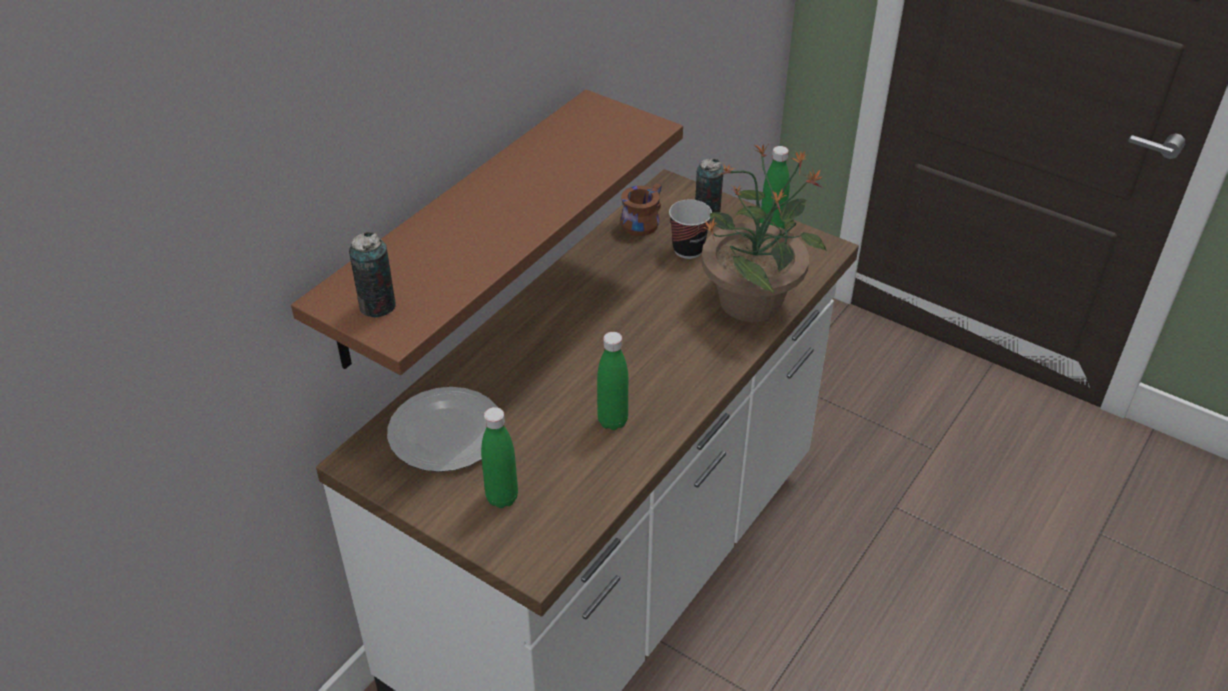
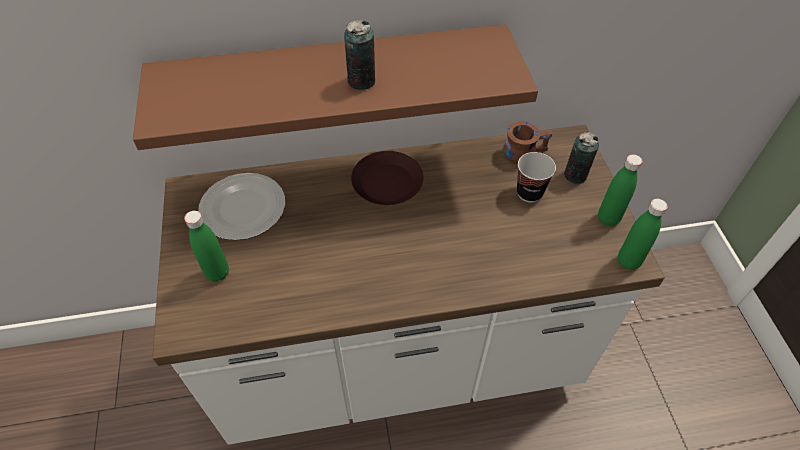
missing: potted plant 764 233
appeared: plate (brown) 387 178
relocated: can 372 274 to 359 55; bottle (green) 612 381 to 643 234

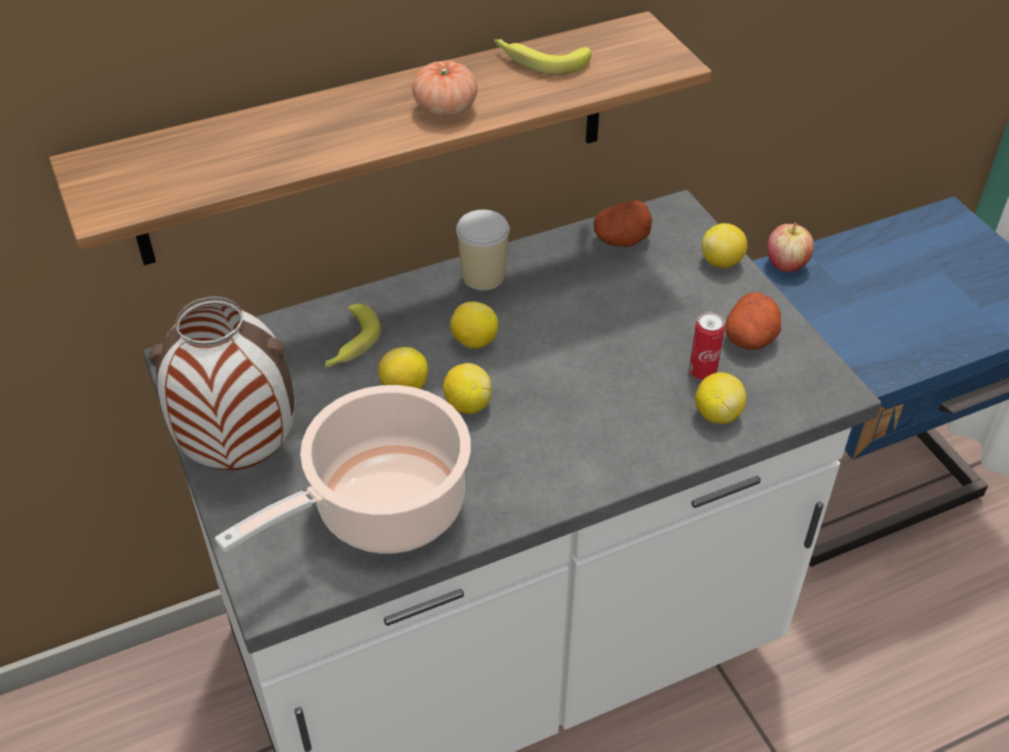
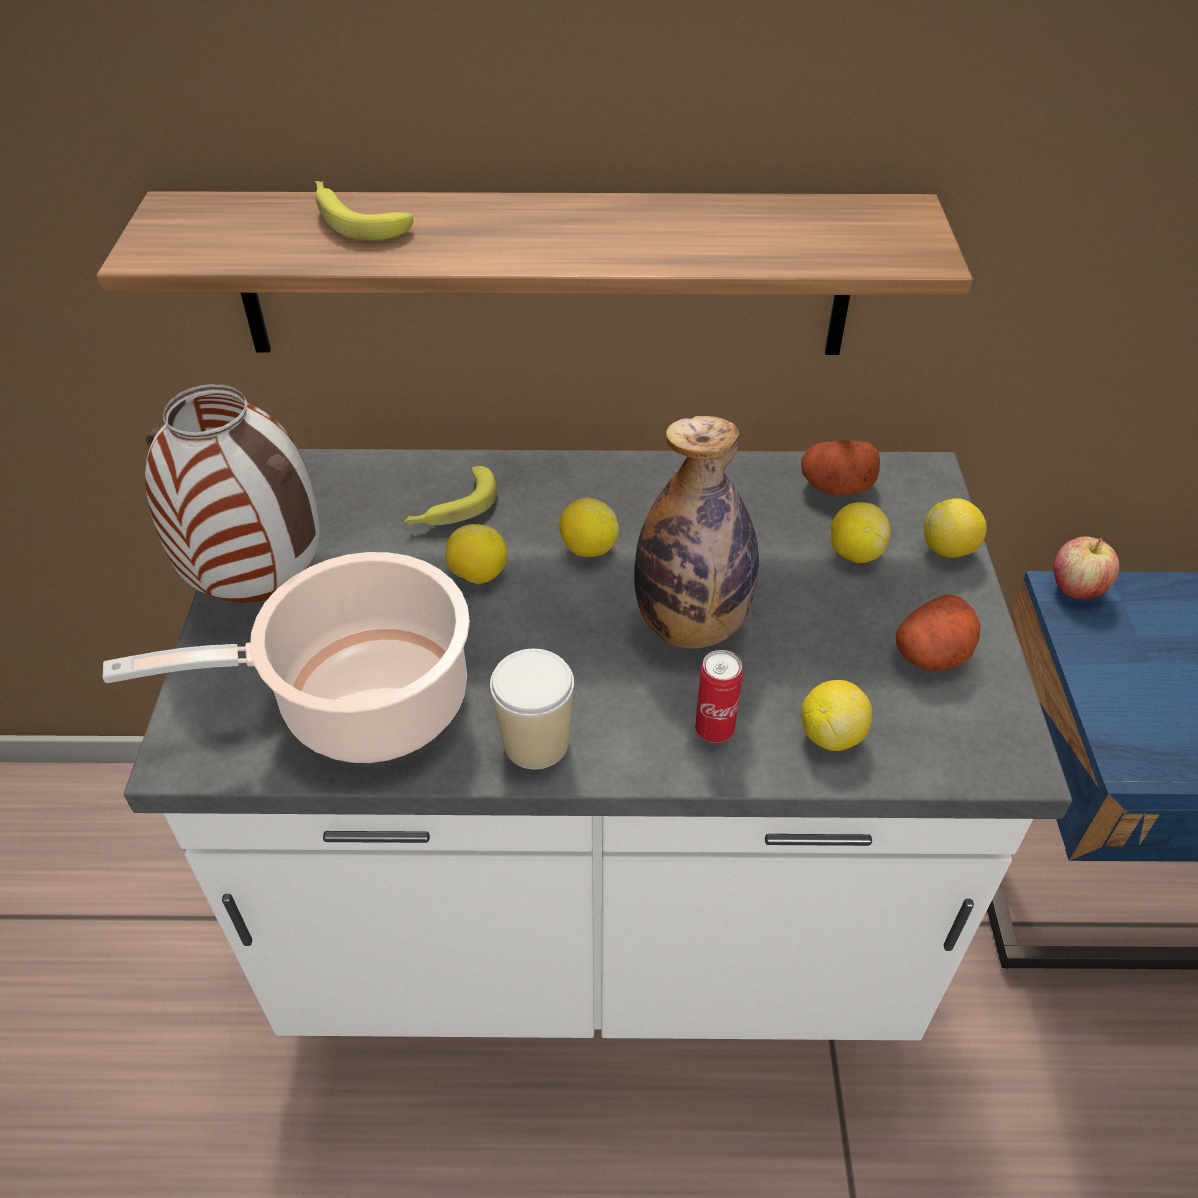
missing: tomato 445 89
appeared: bottle 696 532
relocated: lemon 467 388 to 861 532; cup 482 250 to 532 709; banana 542 57 to 364 211; can 707 346 to 719 696

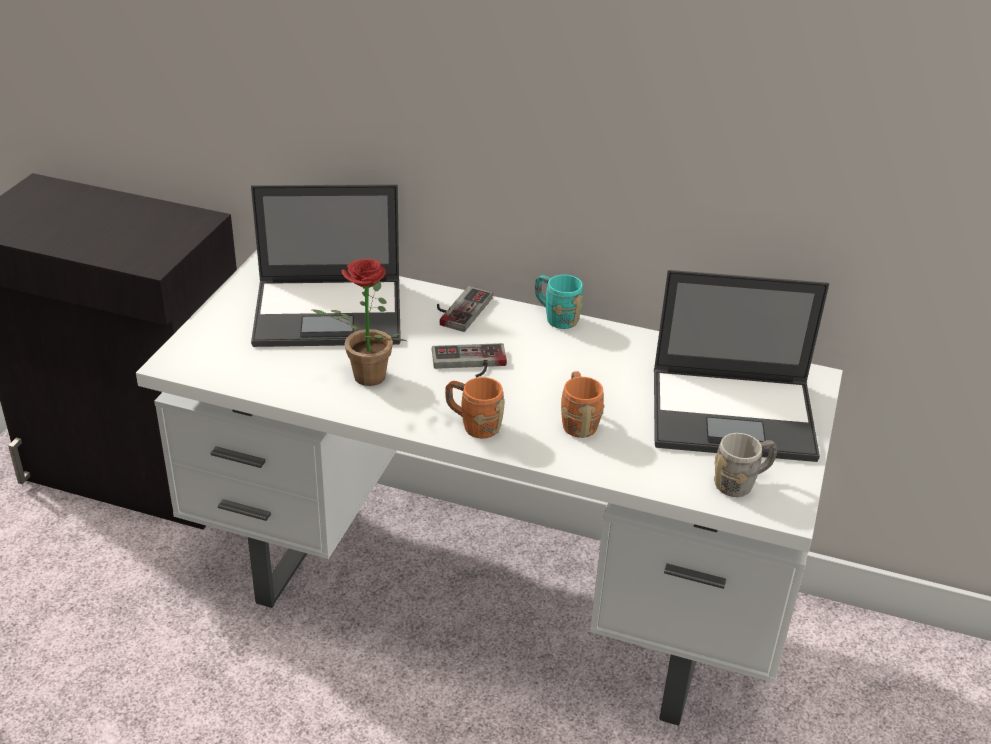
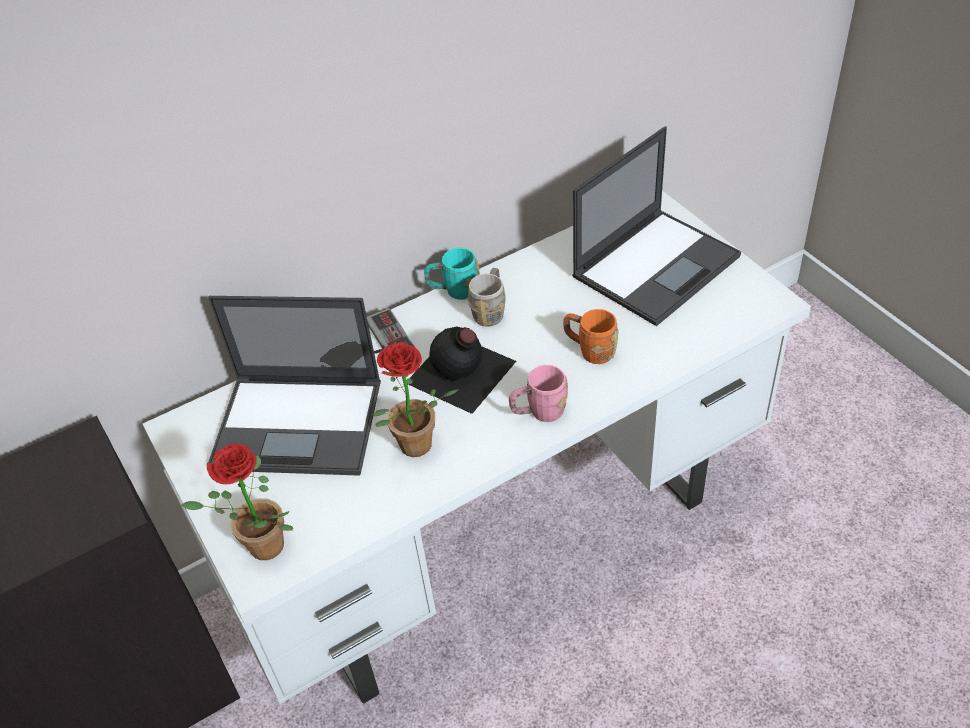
appeared: potted plant 237 502
relocated: mug (grey) 746 465 to 486 297
exchanged: game controller 469 360 to bottle (black) 461 370
colour: mug (orange) 475 408 to mug (pink) 538 393
spun: laptop 326 265 = 294 386 60 degrees clockwise

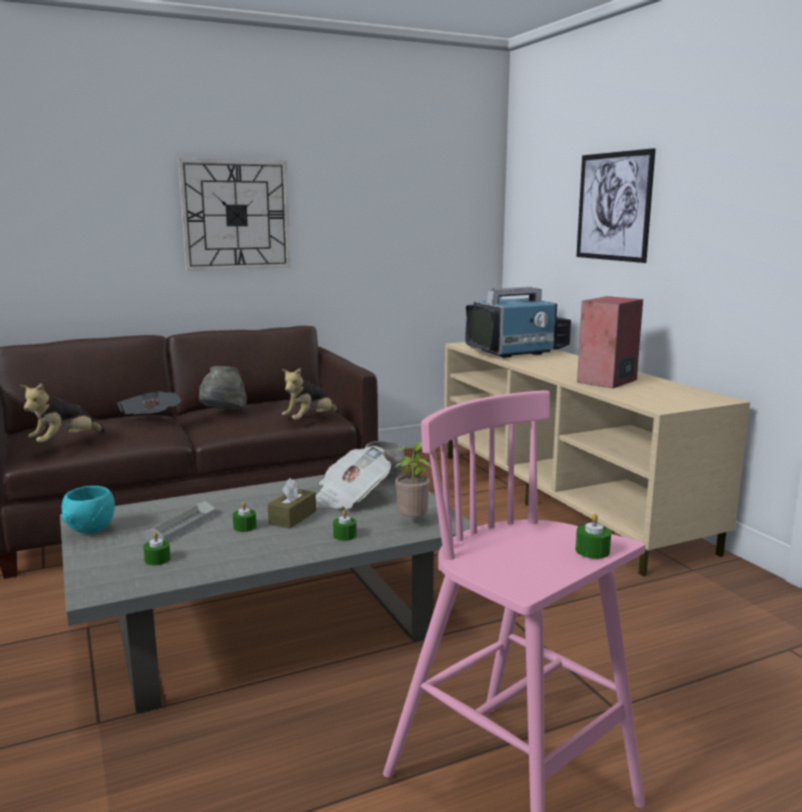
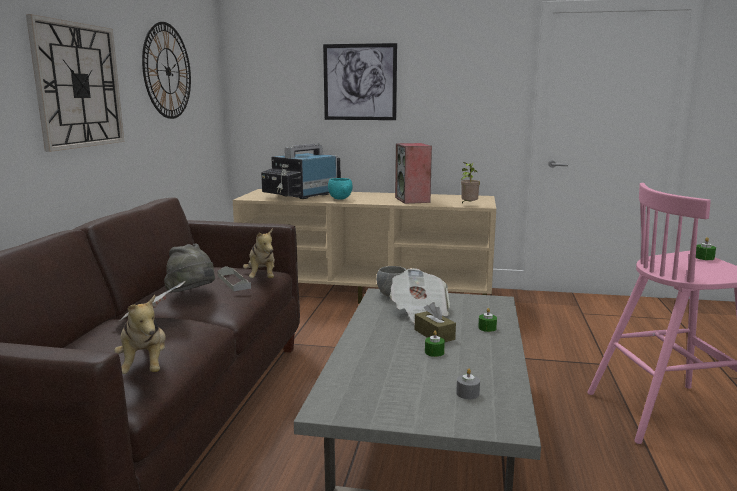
appeared: wall clock 166 70
relocated: bowl (turquoise) 88 510 to 340 189; tray (grey) 180 521 to 234 278; potted plant 412 479 to 470 182
colour: candle (green) 157 549 to candle (grey) 468 384
spun: television 518 322 = 301 171 150 degrees counterclockwise

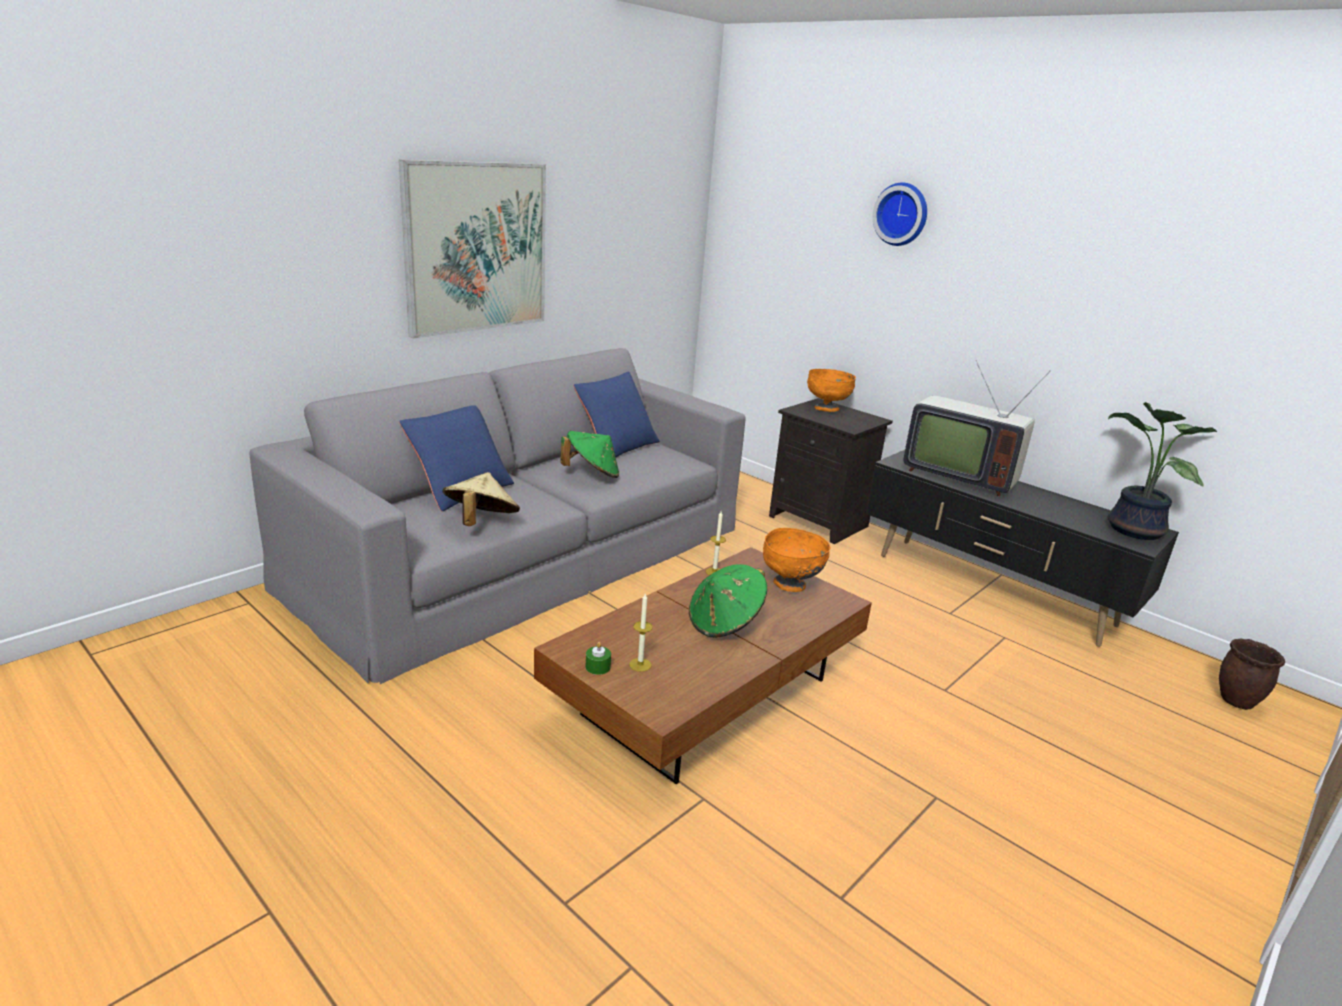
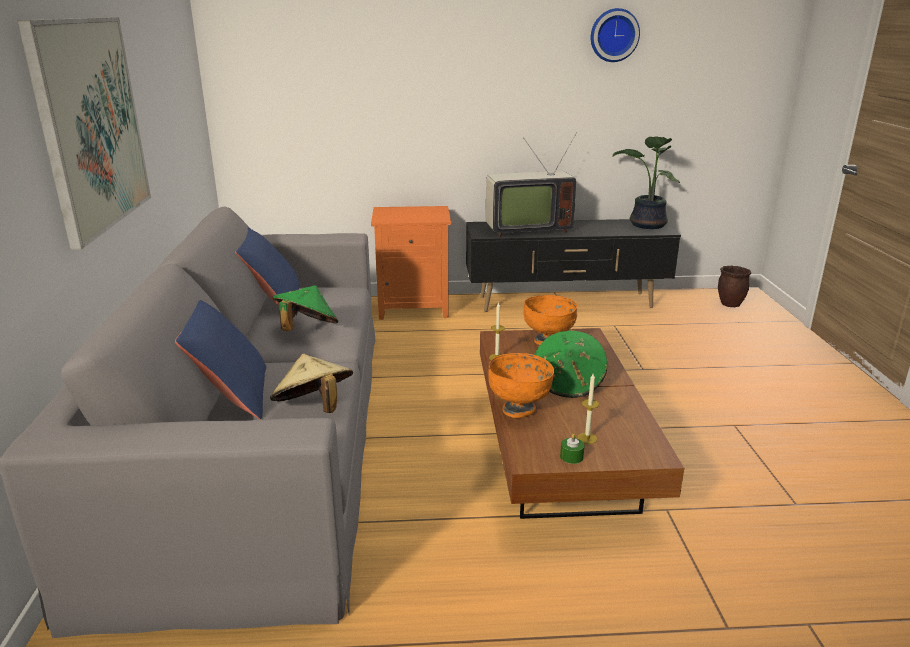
relocated: bowl (orange) 831 390 to 521 385; wall clock 899 214 to 615 35
colour: nightstand (black) 831 471 to nightstand (orange) 411 263

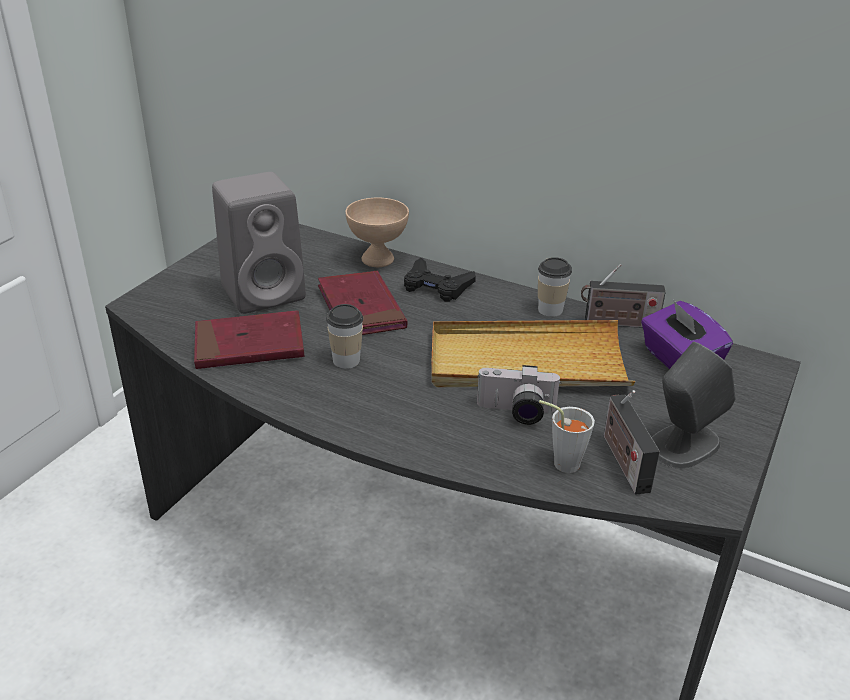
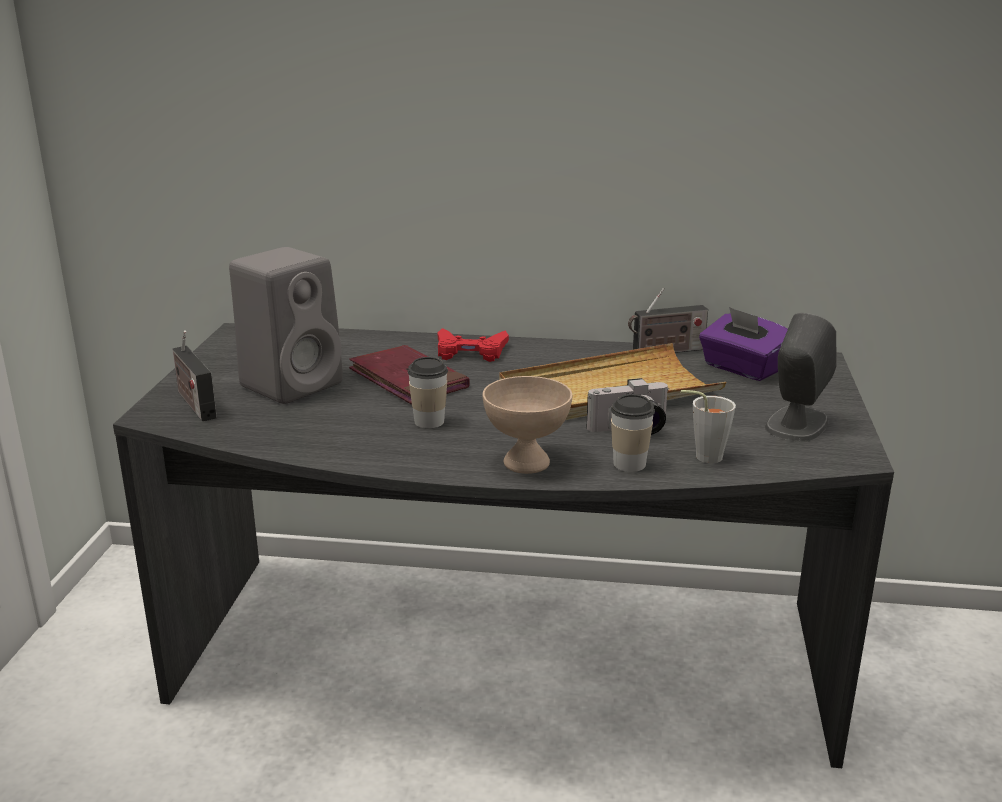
missing: book (red) 249 339
relocated: bowl (beige) 377 232 to 527 425; cup 555 287 to 633 433; radio 632 442 to 194 375
colour: game controller (black) 440 280 to game controller (red) 473 345

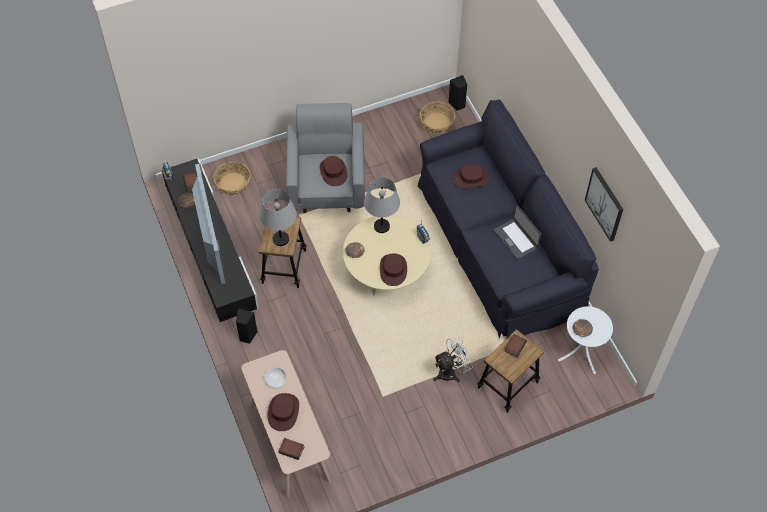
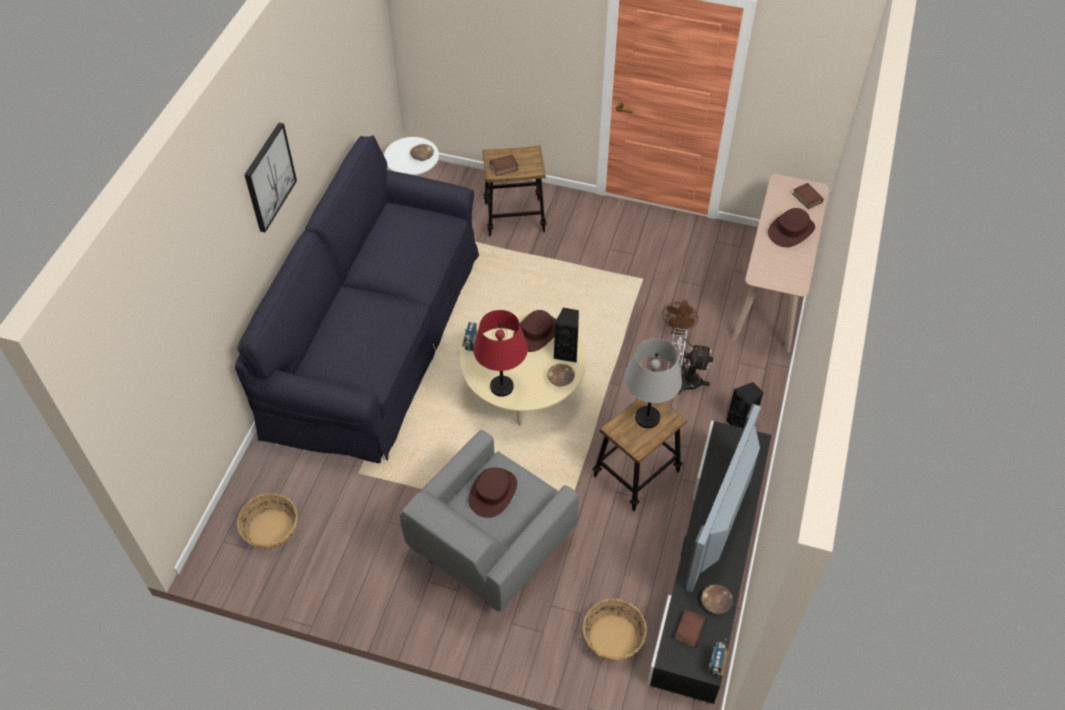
missing: bowl 275 377; hat (brown) 471 176; laptop 517 232
appeared: fan (brown) 680 318
relocated: fan (white) 453 359 to 690 361; speaker (black) 457 93 to 566 335; picture 604 204 to 270 177
colour: table lamp (grey) 382 205 to table lamp (red) 500 353

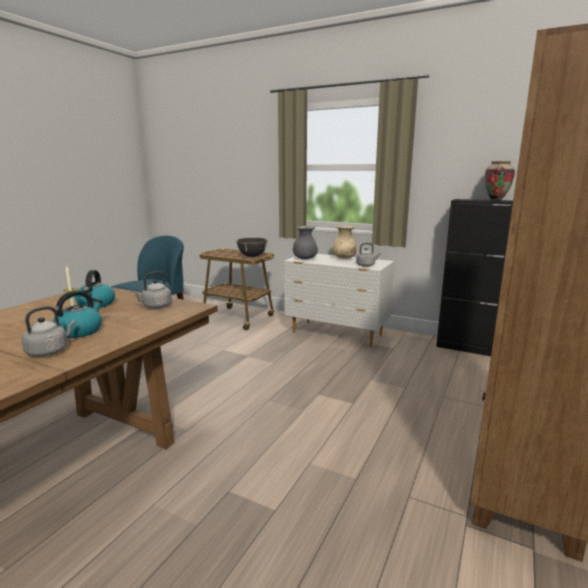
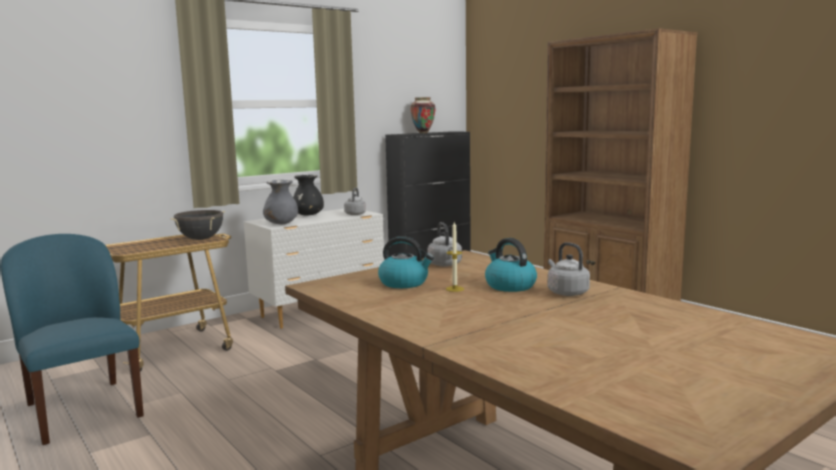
colour: vase (beige) 344 242 to vase (black) 308 195

